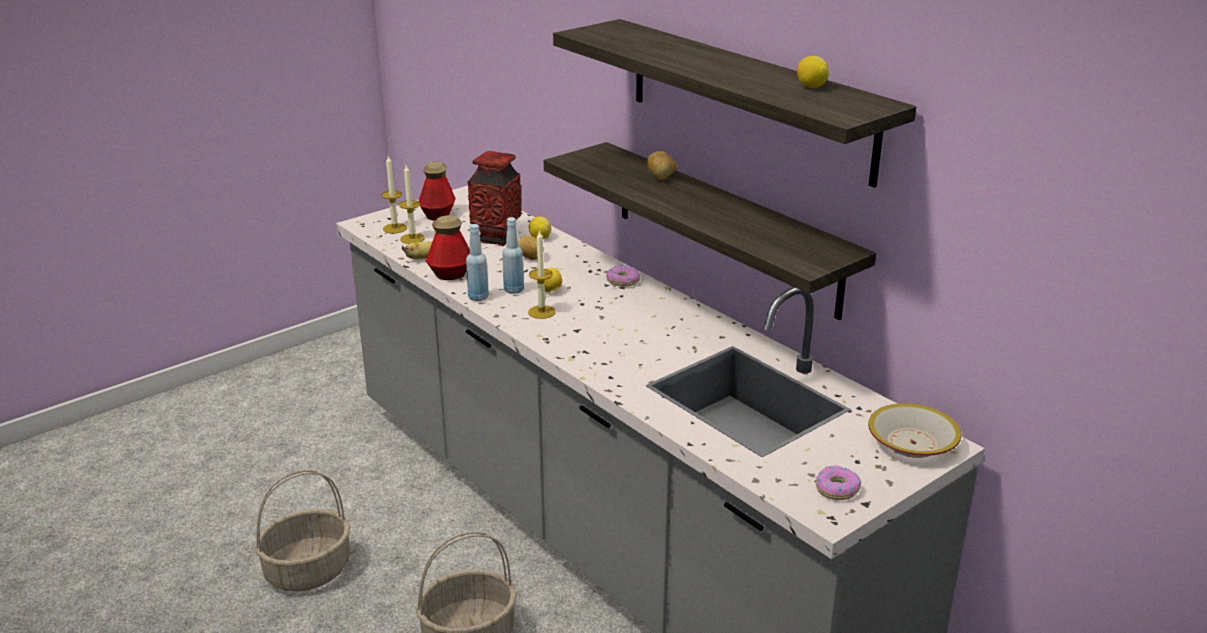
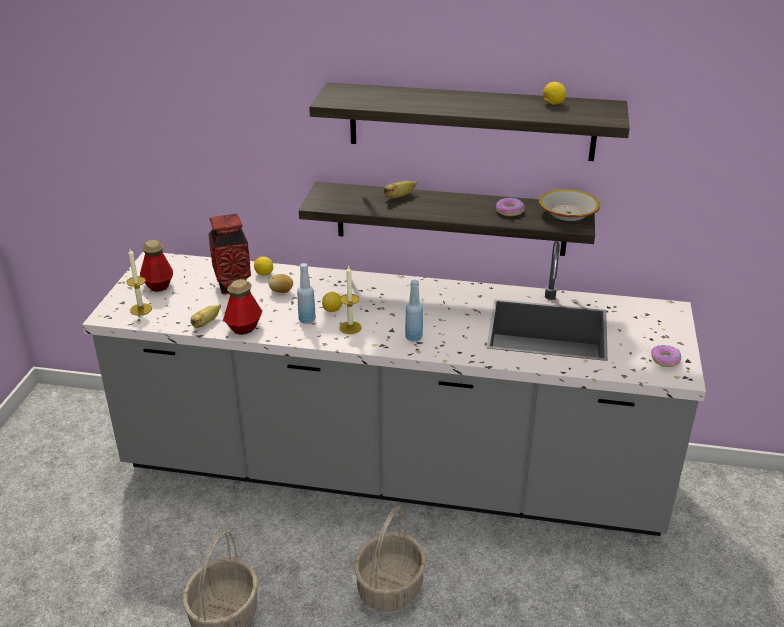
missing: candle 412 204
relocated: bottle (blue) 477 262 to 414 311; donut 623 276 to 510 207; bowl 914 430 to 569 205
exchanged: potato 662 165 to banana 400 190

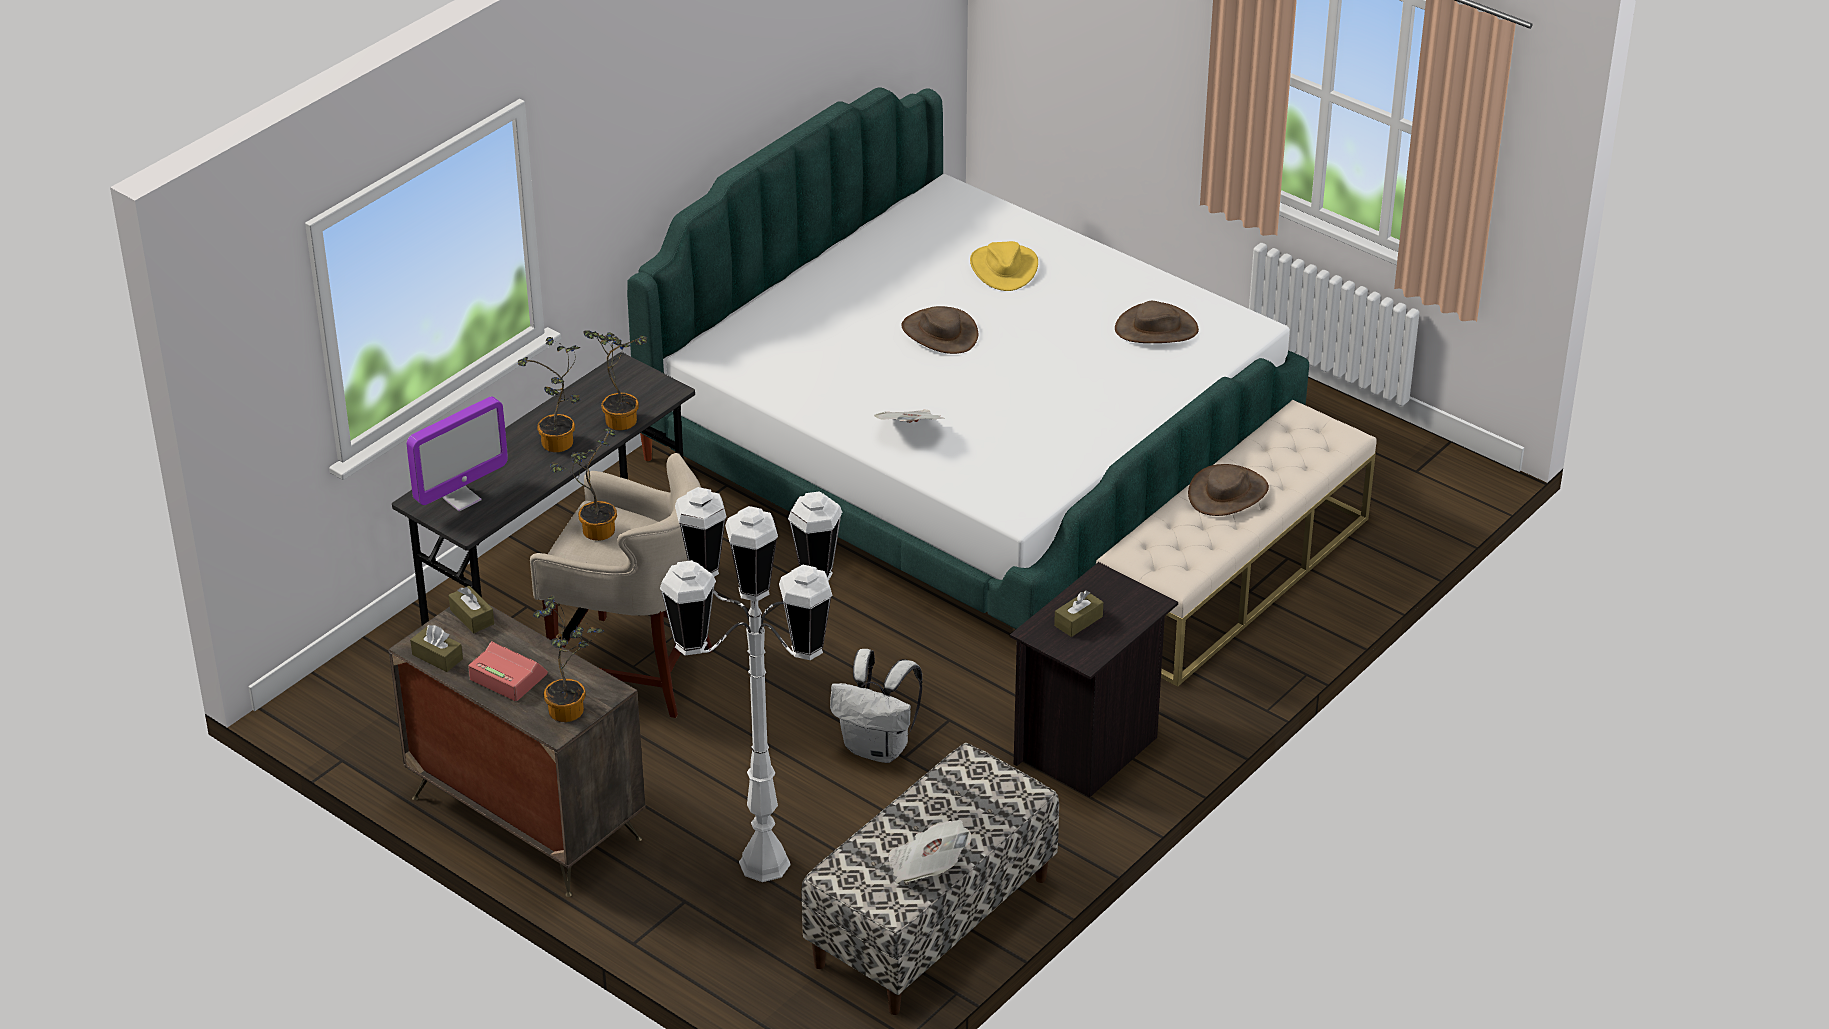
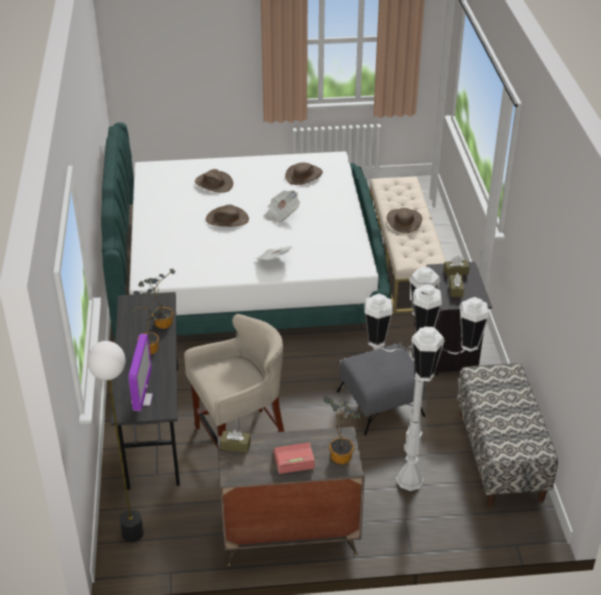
missing: potted plant 583 484
appeared: floor lamp 115 441
relocated: tissue box (brown) 436 648 to 457 266; newspaper 929 851 to 281 206
exchanged: backpack (white) 876 706 to ottoman (grey) 381 389
colour: hat (yellow) 1004 266 to hat (brown) 214 180

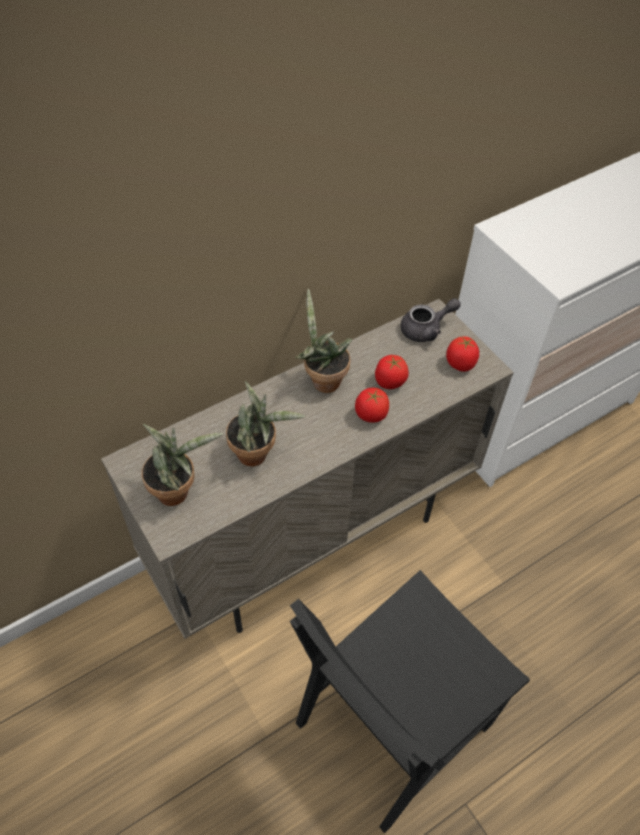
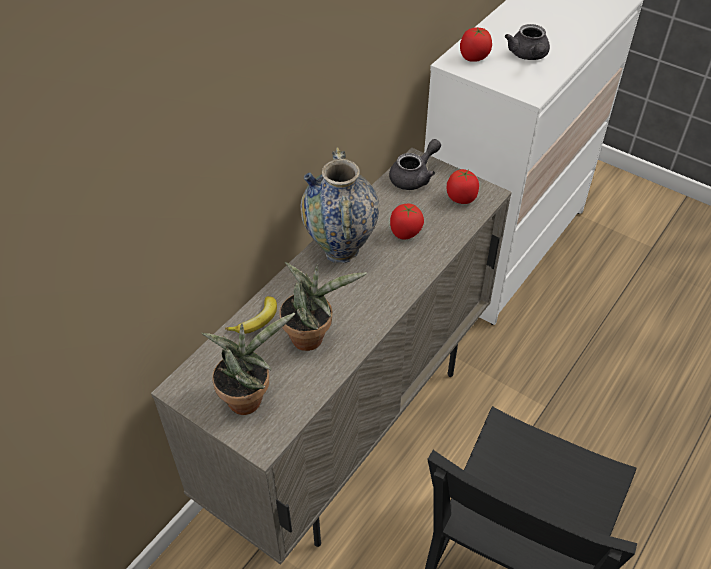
appeared: banana 251 315; teapot (grey) 527 42
relocated: tomato 372 405 to 476 44
exchanged: potted plant 323 341 to vase 339 205

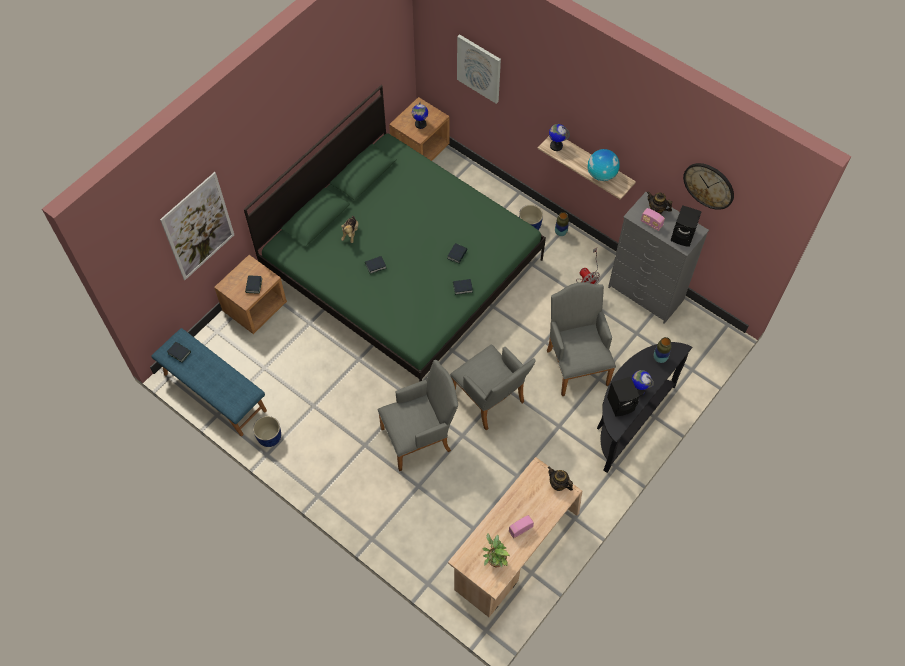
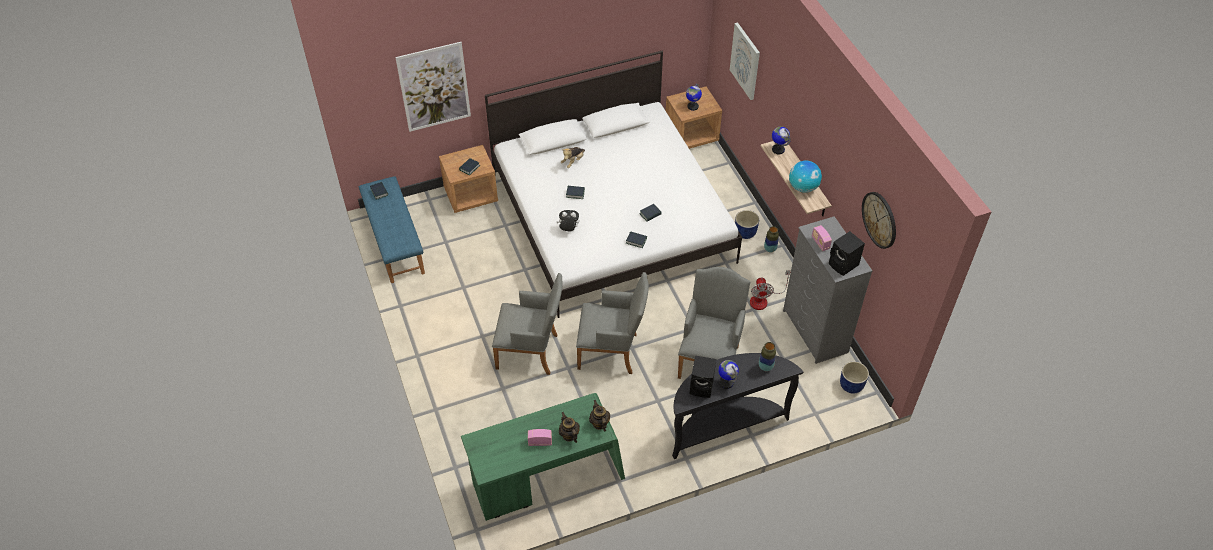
missing: potted plant 496 550
appeared: plush toy 568 221
relocated: planter (blue) 267 431 to 854 377; teapot 659 202 to 569 427
colour: bed (green) 395 233 to bed (white) 613 184; desk (beige) 515 537 to desk (green) 543 457
spun: armchair (grey) 493 387 = 612 323 75 degrees counterclockwise

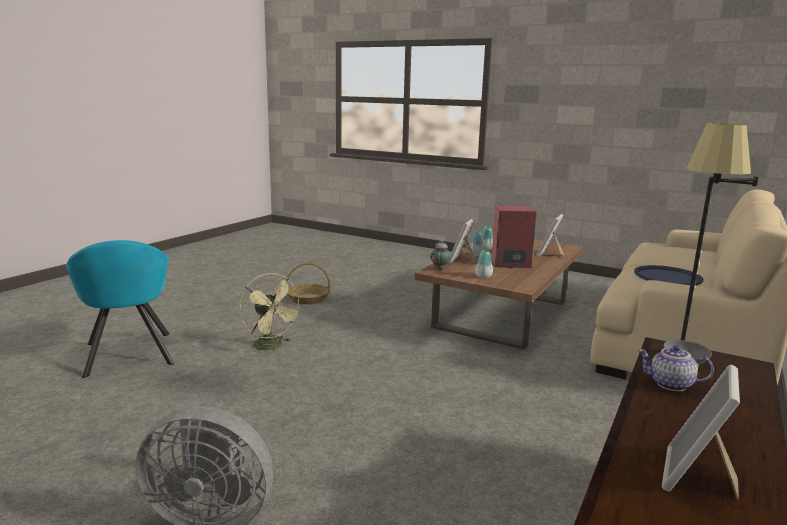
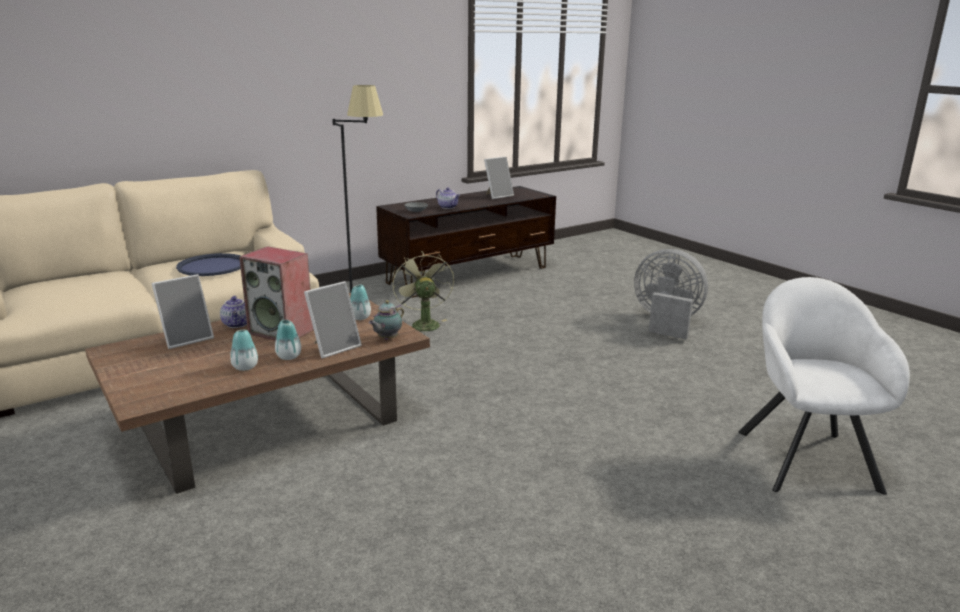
missing: basket 308 283
appeared: teapot 233 312
relocated: fan (green) 271 314 to 423 293
colour: armchair (turquoise) 120 309 to armchair (white) 824 386

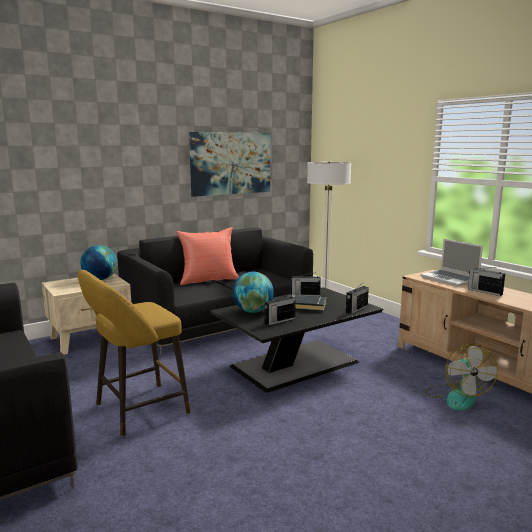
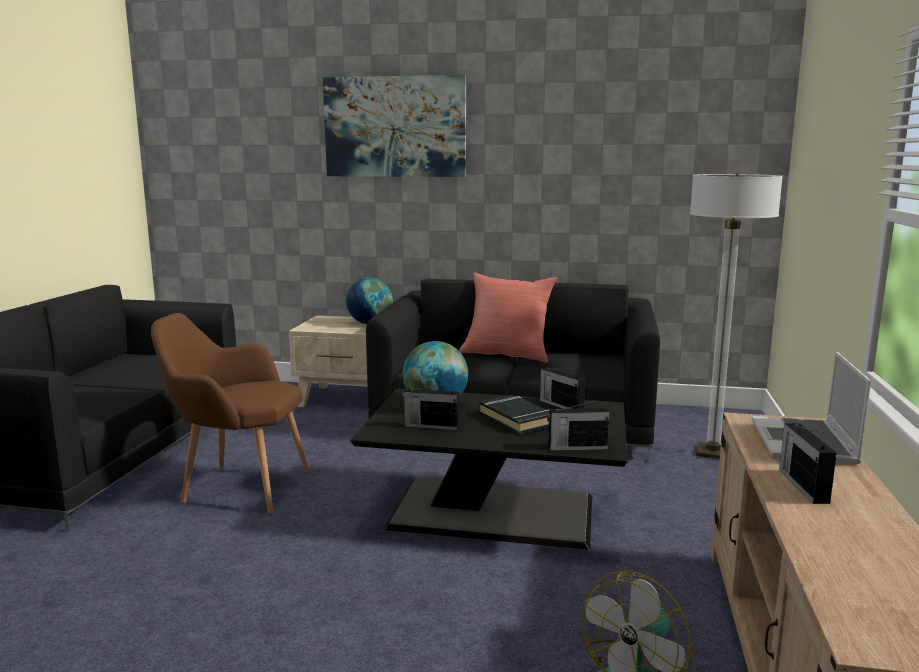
relocated: picture 229 164 to 394 126
exchanged: stool (yellow) 134 353 to armchair (brown) 230 413

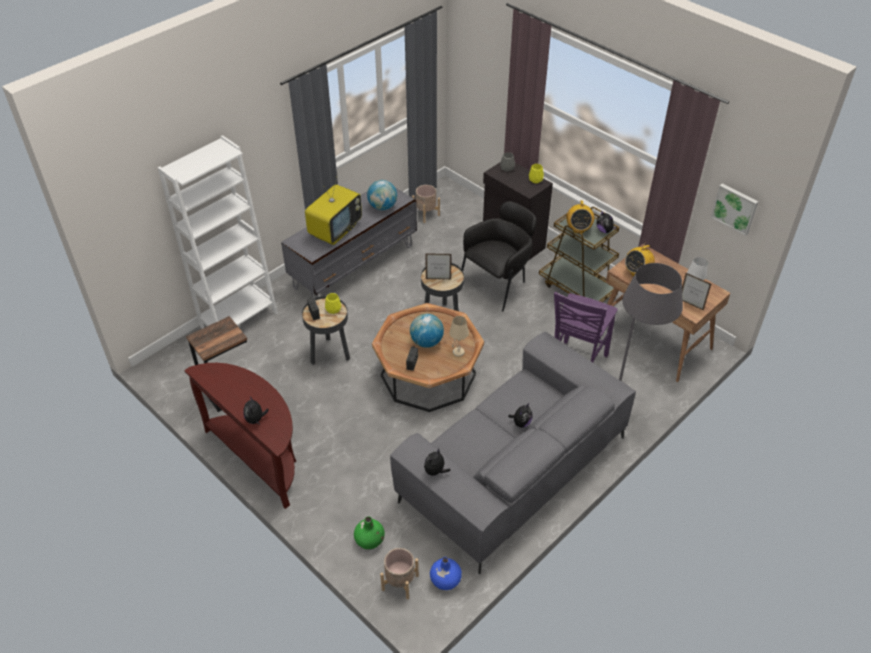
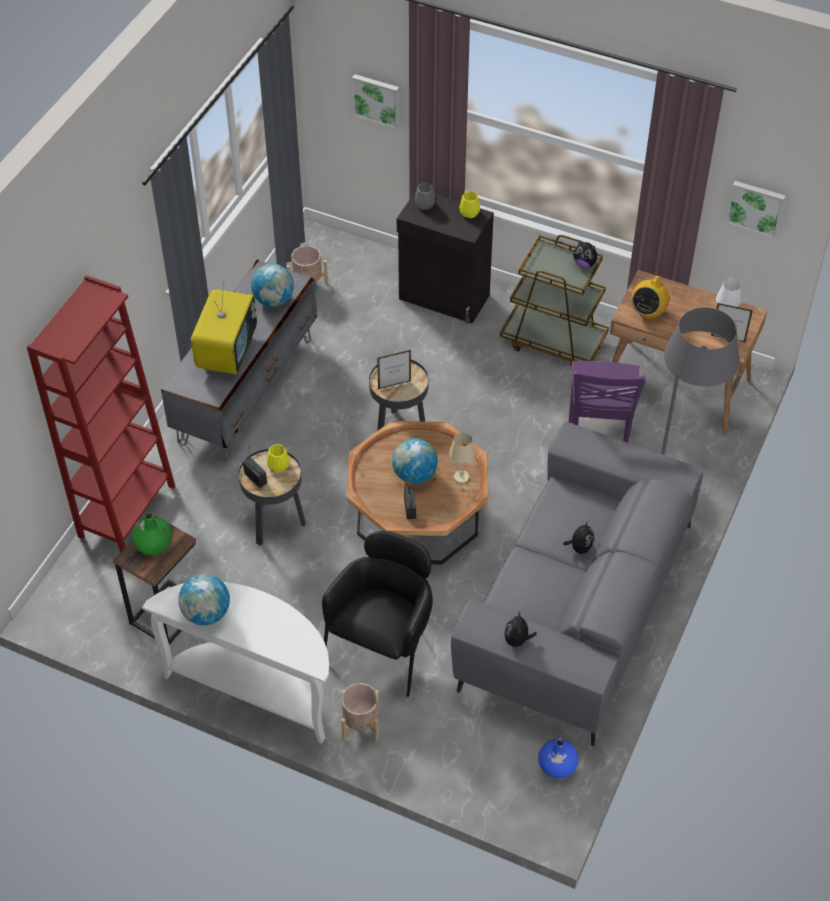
missing: plush toy 256 410; radio 580 217
appeared: globe 204 599; picture 375 101
relocated: vase (green) 369 532 to 153 534; planter (beige) 399 574 to 360 712; armchair (black) 499 256 to 377 614
colour: bookcase (white) 218 232 to bookcase (red) 101 413; console table (brown) 240 436 to console table (white) 235 663

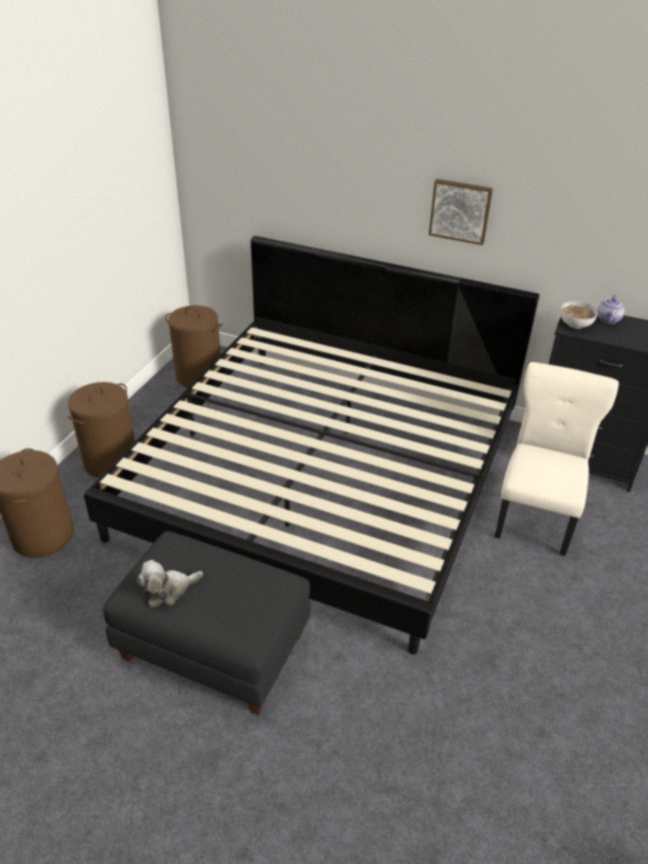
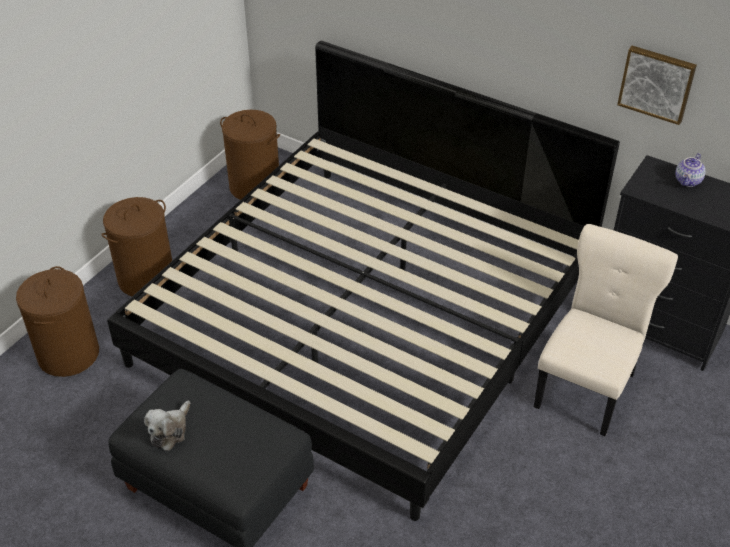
missing: bowl 579 315
relocated: picture 461 212 to 657 85
spun: plush toy 170 583 = 167 425 45 degrees counterclockwise

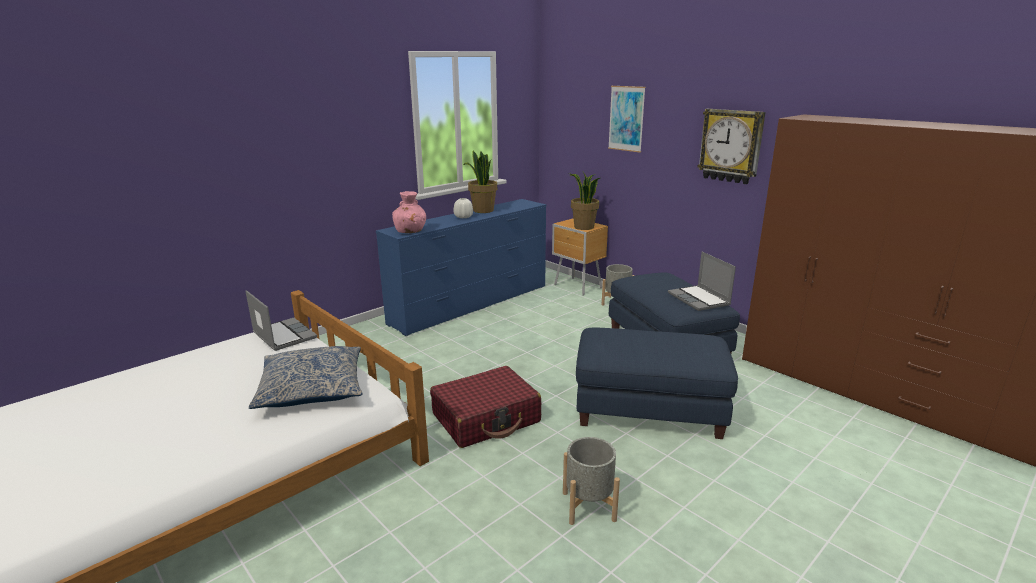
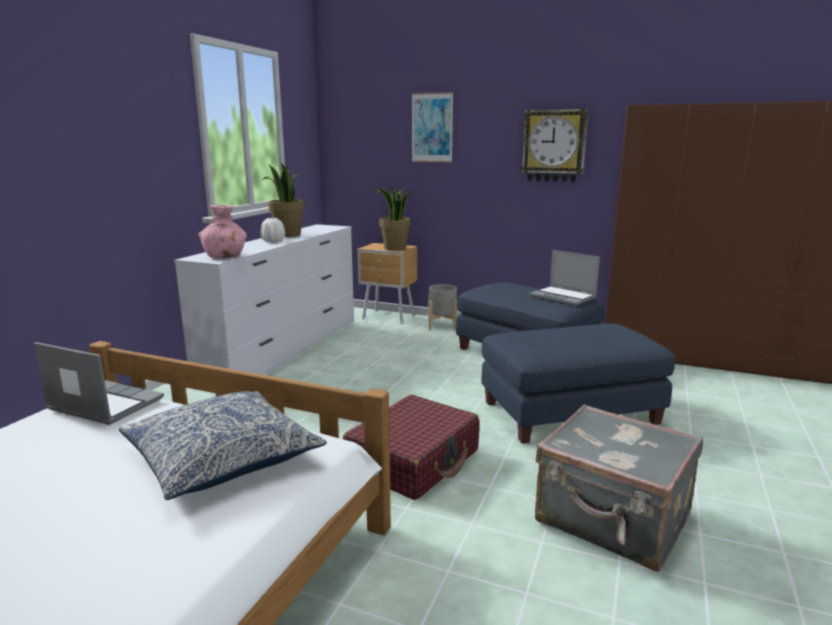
exchanged: planter (grey) 591 481 to suitcase (grey) 619 488
colour: dresser (blue) 461 267 to dresser (white) 264 299

